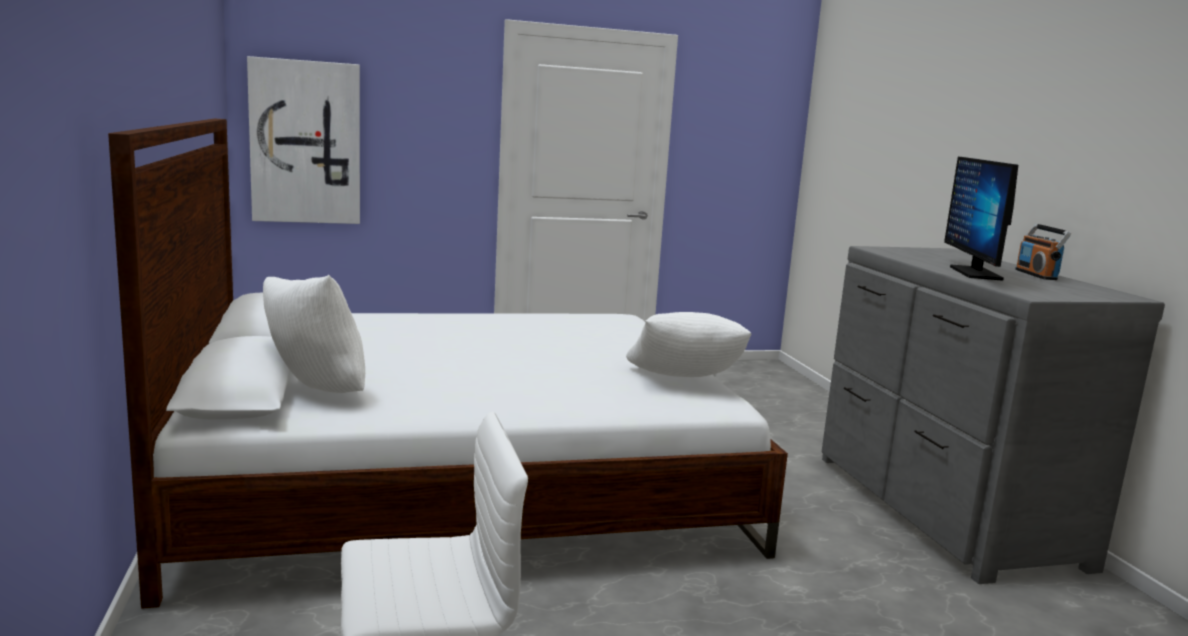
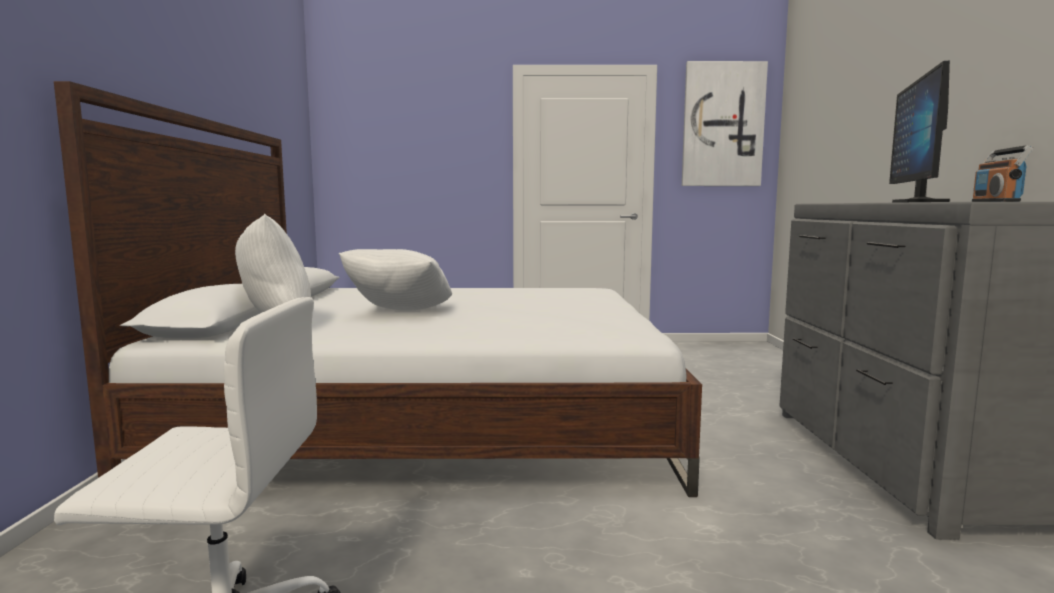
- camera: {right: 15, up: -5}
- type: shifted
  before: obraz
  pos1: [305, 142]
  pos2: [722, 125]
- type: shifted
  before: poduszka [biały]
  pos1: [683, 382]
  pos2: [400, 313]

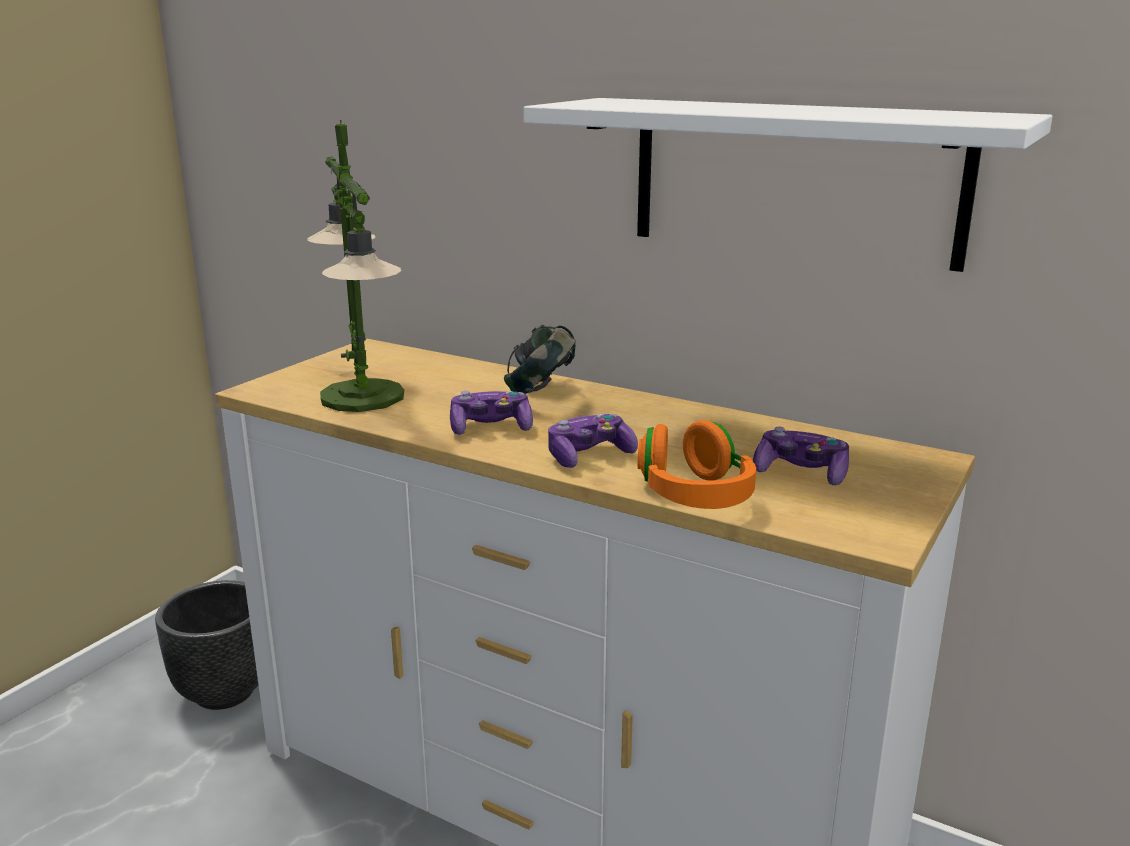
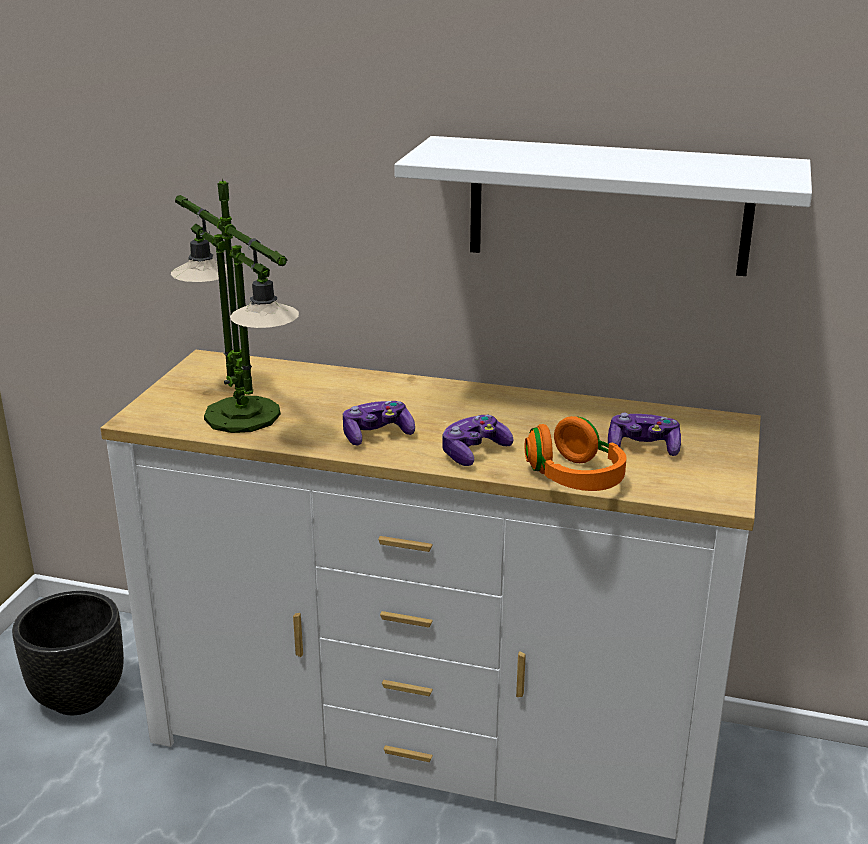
- camera: {right: -15, up: 5}
- type: gone
  before: słuchawki
  pos1: [541, 393]

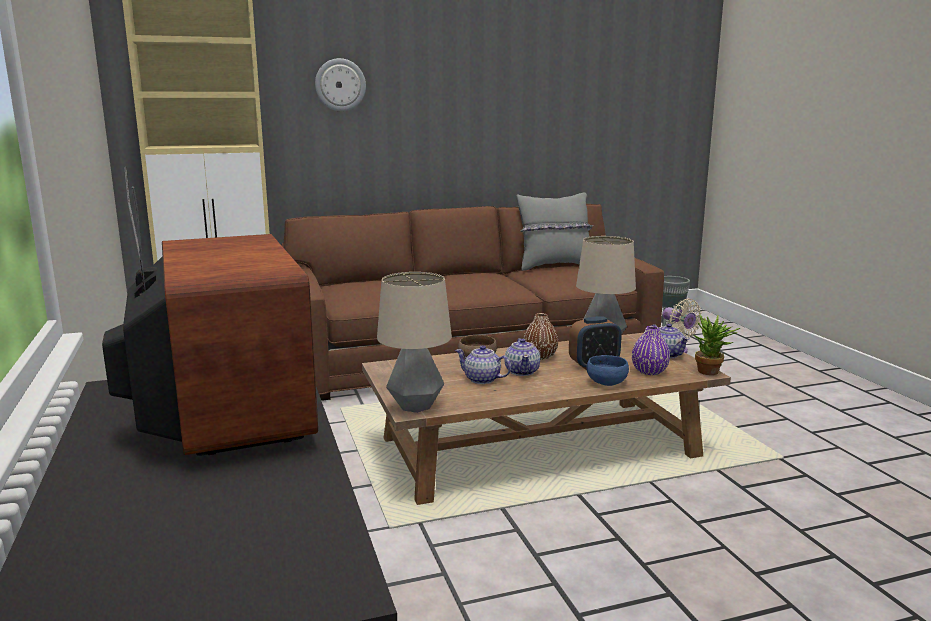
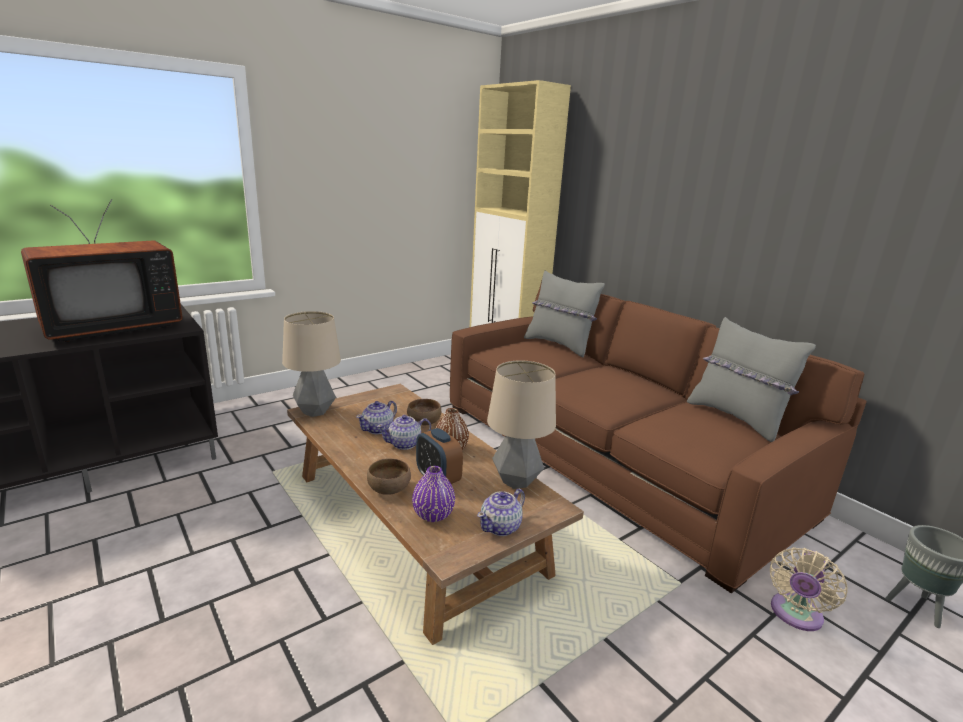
- camera: {right: 70, up: 5}
- type: gone
  before: zegar ścienny
  pos1: [340, 85]
- type: gone
  before: roślina doniczkowa
  pos1: [711, 373]
- type: new
  after: poduszka [szary]
  pos2: [559, 345]
- type: repainted
  before: miska [niebieski]
  after: miska [brązowy]
  pos1: [605, 383]
  pos2: [389, 488]
- type: rotated
  before: imbryk
  pos1: [482, 379]
  pos2: [378, 429]
  turn: -150

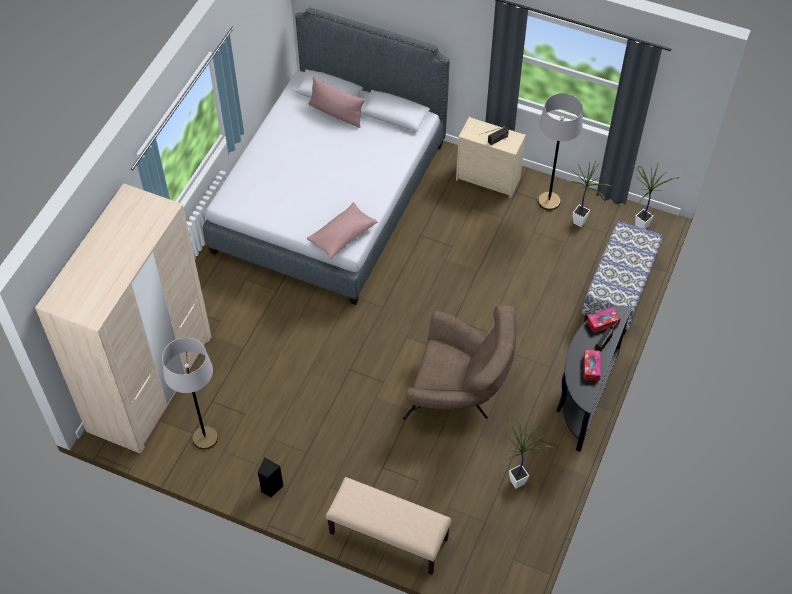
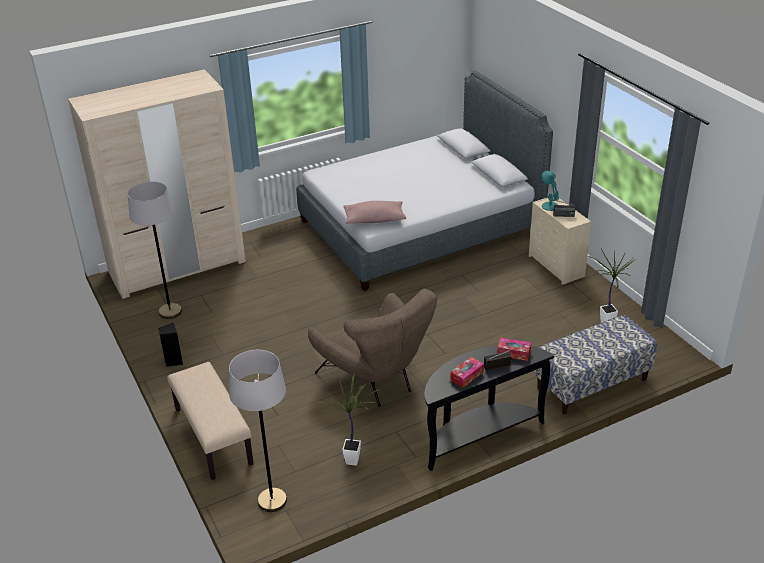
- camera: {right: 40, up: -20}
- type: gone
  before: poduszka [różowy]
  pos1: [336, 113]
- type: gone
  before: roślina doniczkowa
  pos1: [640, 224]
- type: new
  after: lampa stołowa [turkusowy]
  pos2: [549, 206]
- type: shifted
  before: lampa stojąca [szary]
  pos1: [548, 201]
  pos2: [272, 501]

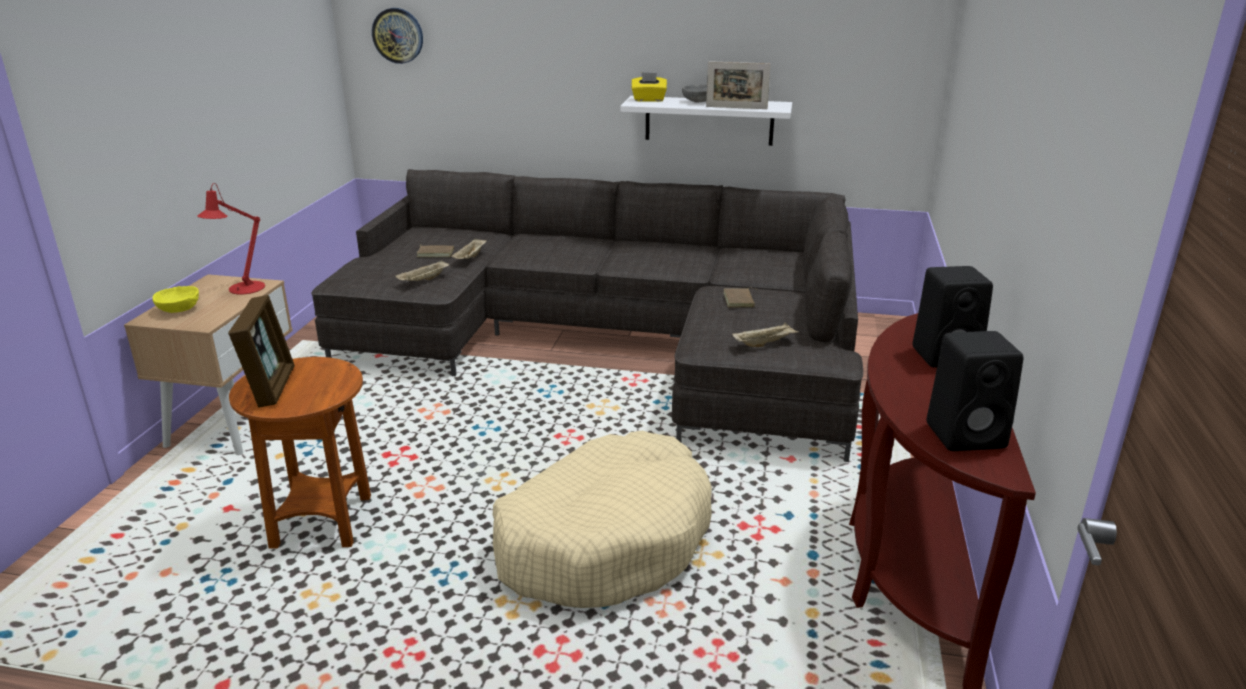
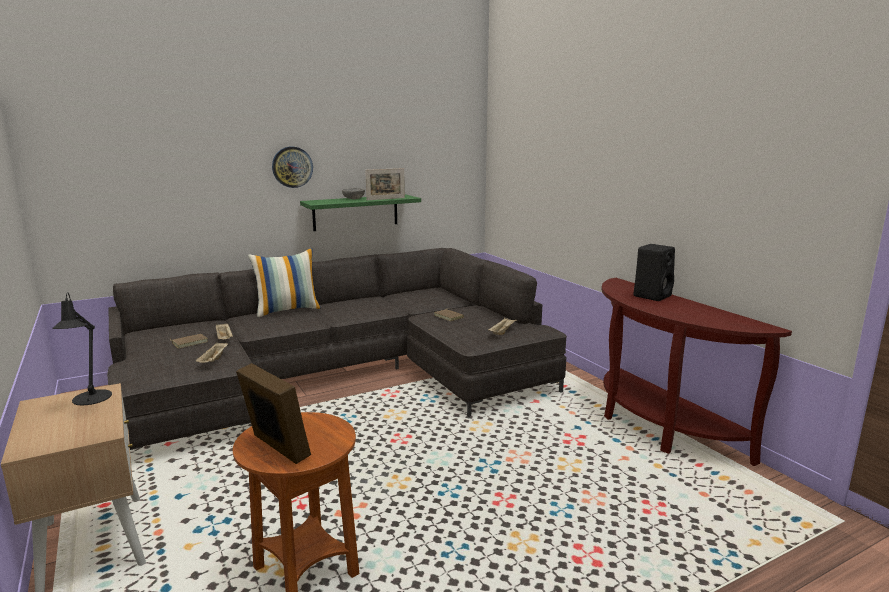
- camera: {right: -40, up: -10}
- type: gone
  before: miska [żółty]
  pos1: [179, 309]
- type: gone
  before: legowisko [beżowy]
  pos1: [604, 540]
- type: gone
  before: pudełko chusteczek [żółty]
  pos1: [649, 100]
- type: gone
  before: głośnik [czarny]
  pos1: [967, 435]
- type: new
  after: poduszka
  pos2: [287, 310]
- type: shifted
  before: zegar ścienny
  pos1: [398, 35]
  pos2: [292, 167]
- type: repainted
  before: lampa stołowa [czerwony]
  after: lampa stołowa [czarny]
  pos1: [242, 289]
  pos2: [90, 400]
- type: repainted
  before: półka [biały]
  after: półka [zielony]
  pos1: [709, 120]
  pos2: [355, 212]

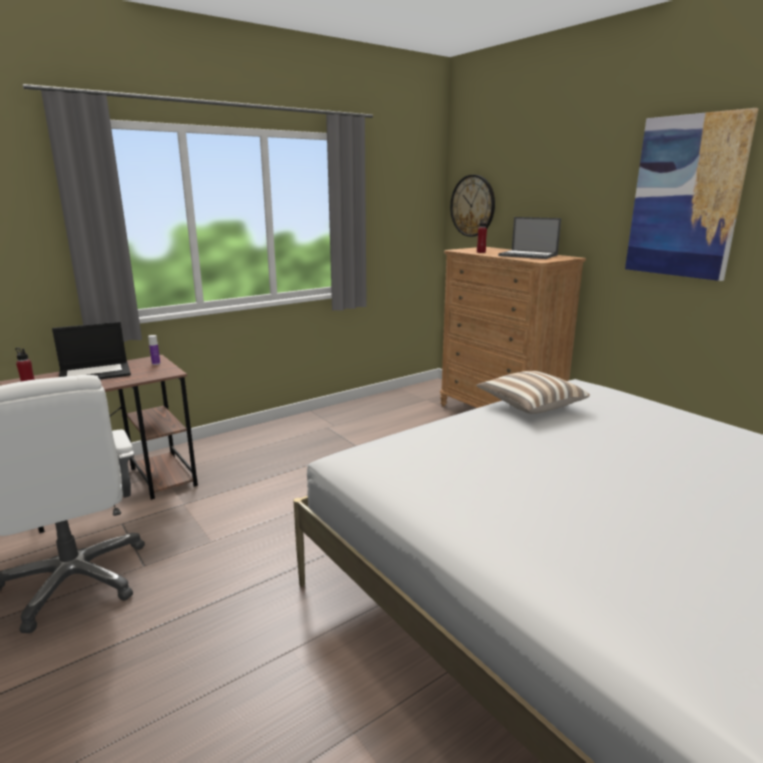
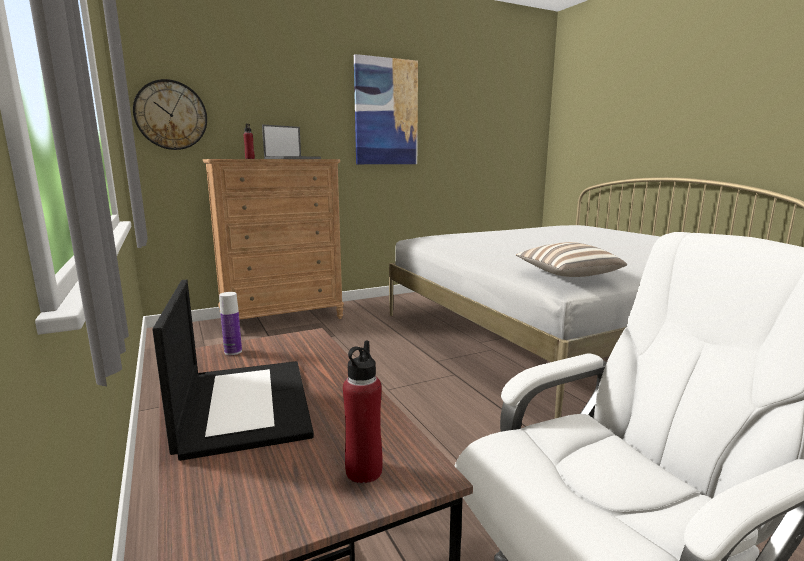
- camera: {right: -80, up: -5}
- type: shifted
  before: poduszka
  pos1: [529, 405]
  pos2: [567, 275]

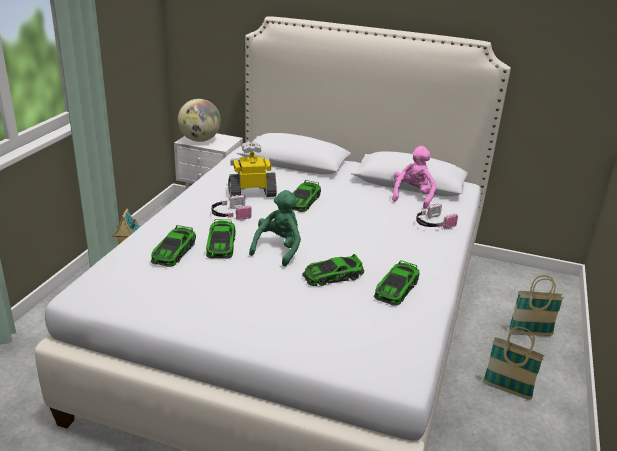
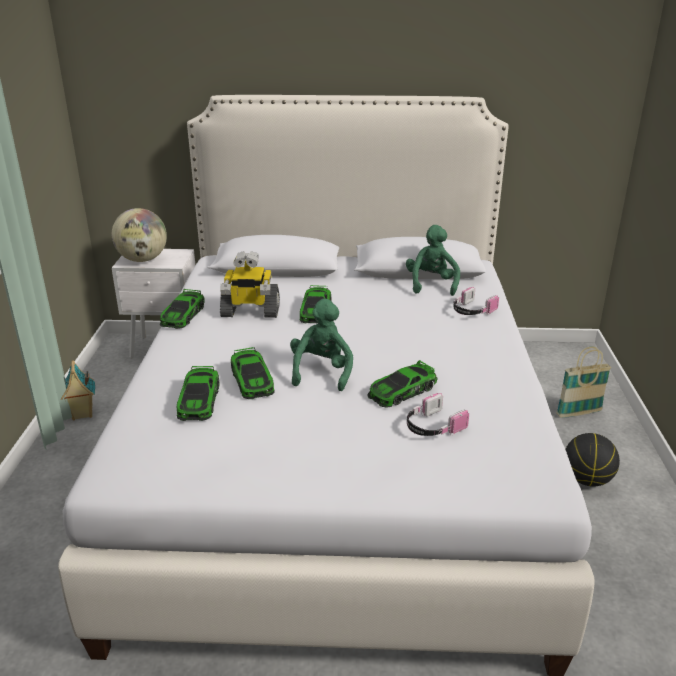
- camera: {right: -15, up: 0}
- type: shifted
  before: słuchawki
  pos1: [230, 214]
  pos2: [432, 427]
- type: shifted
  before: samochodzik
  pos1: [396, 288]
  pos2: [183, 315]
- type: swapped
  before: koszyk
  after: piłka do koszykówki
  pos1: [507, 390]
  pos2: [587, 480]
- type: repainted
  before: pluszak [różowy]
  after: pluszak [zielony]
  pos1: [412, 196]
  pos2: [431, 284]
- type: rotated
  before: robot zabawkowy
  pos1: [252, 193]
  pos2: [250, 312]
  turn: -150

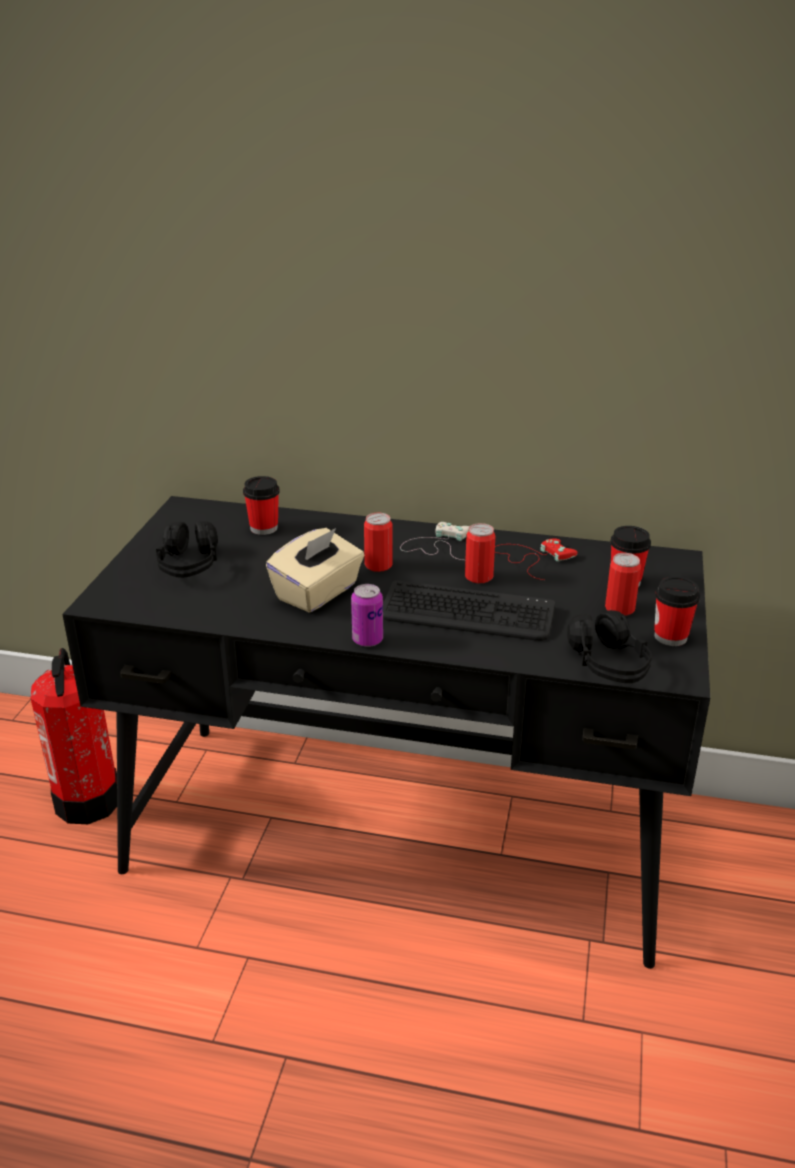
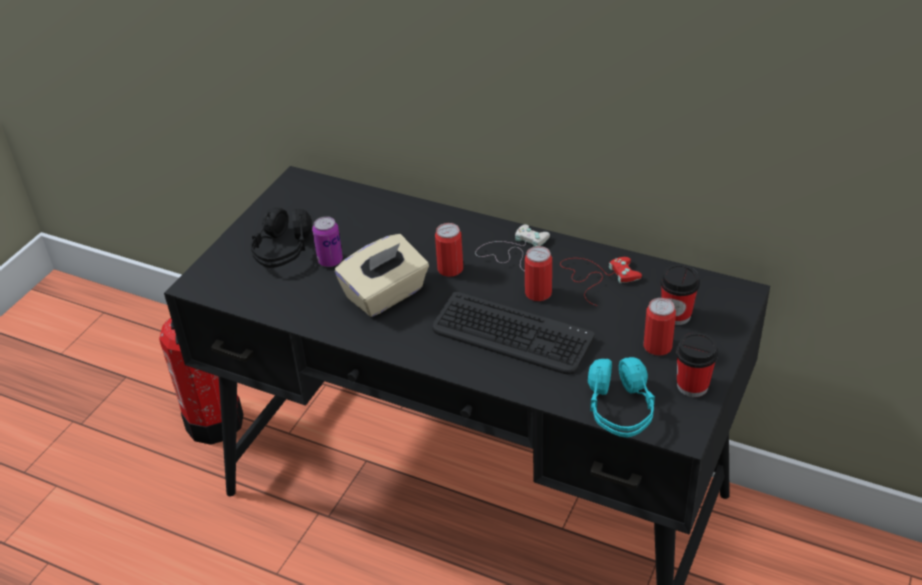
- camera: {right: 15, up: 10}
- type: gone
  before: filiżanka
  pos1: [264, 528]
- type: shifted
  before: puszka
  pos1: [367, 640]
  pos2: [330, 261]
- type: repainted
  before: słuchawki [czarny]
  after: słuchawki [turkusowy]
  pos1: [608, 664]
  pos2: [620, 410]

